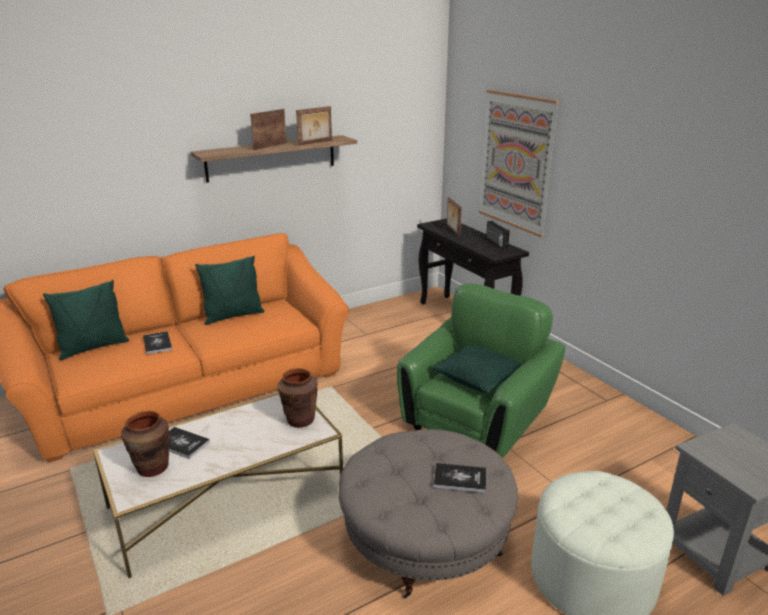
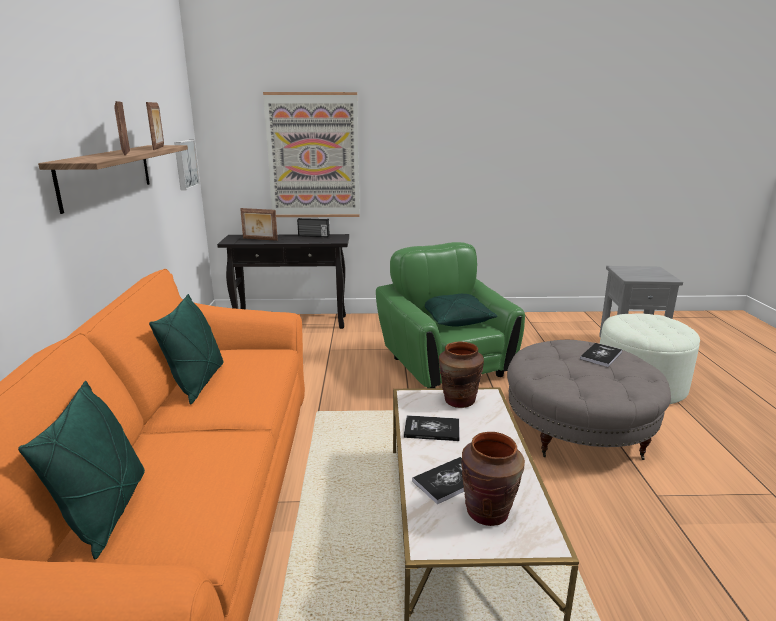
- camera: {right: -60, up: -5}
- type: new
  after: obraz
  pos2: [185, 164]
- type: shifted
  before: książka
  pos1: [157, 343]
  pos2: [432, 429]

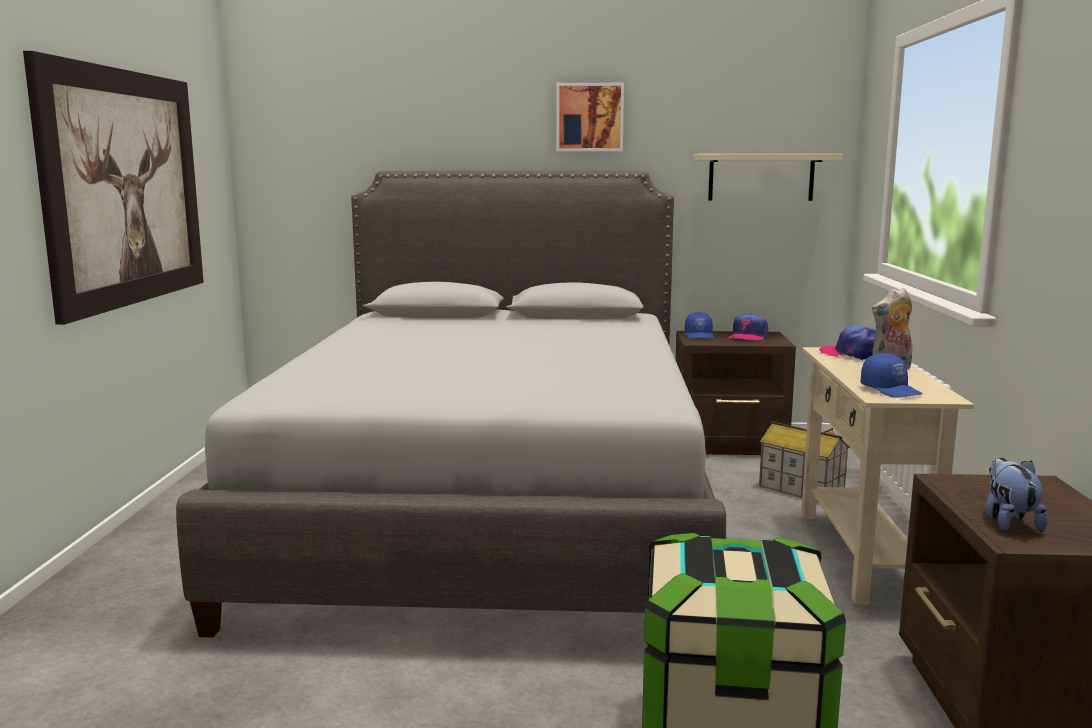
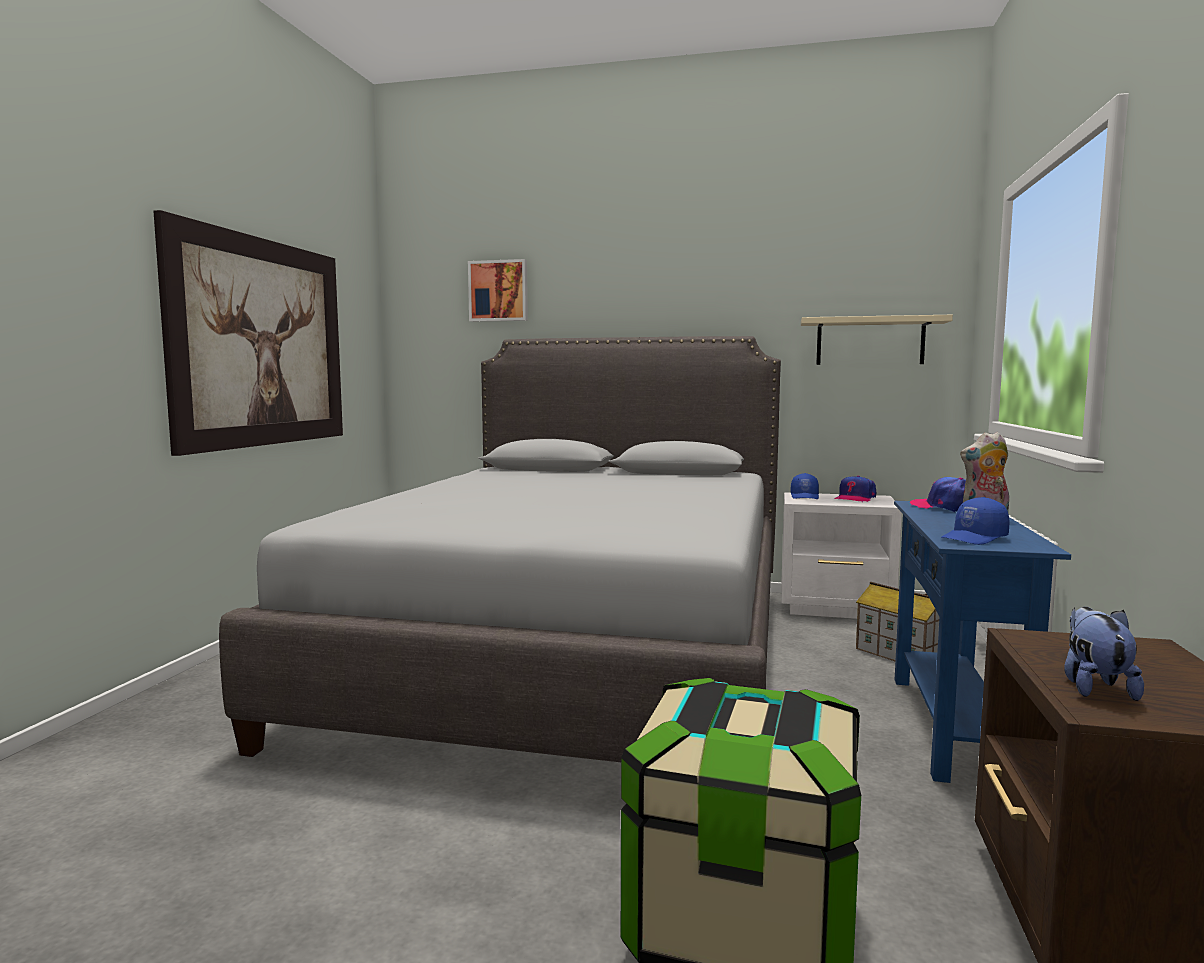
- camera: {right: 10, up: -5}
- type: shifted
  before: obraz
  pos1: [589, 117]
  pos2: [499, 291]
- type: repainted
  before: szafka nocna [brązowy]
  after: szafka nocna [biały]
  pos1: [730, 445]
  pos2: [837, 608]
- type: repainted
  before: stolik konsolowy [beżowy]
  after: stolik konsolowy [niebieski]
  pos1: [861, 555]
  pos2: [953, 727]
- type: rotated
  before: czapka z daszkiem [niebieski]
  pos1: [891, 390]
  pos2: [975, 538]
  turn: 75

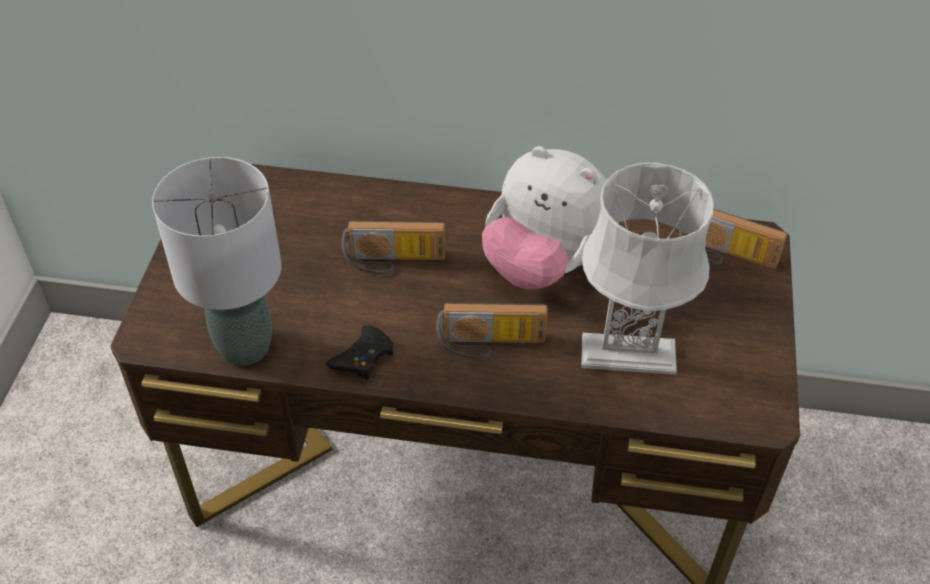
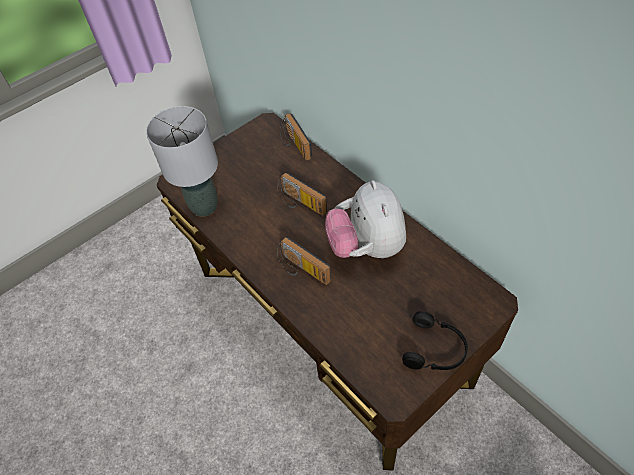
- camera: {right: 45, up: 5}
- type: gone
  before: pad do gier [czarny]
  pos1: [363, 357]
- type: gone
  before: lampa stołowa [szary]
  pos1: [627, 355]
- type: new
  after: słuchawki [czarny]
  pos2: [435, 349]
- type: shifted
  before: radio
  pos1: [725, 256]
  pos2: [293, 145]

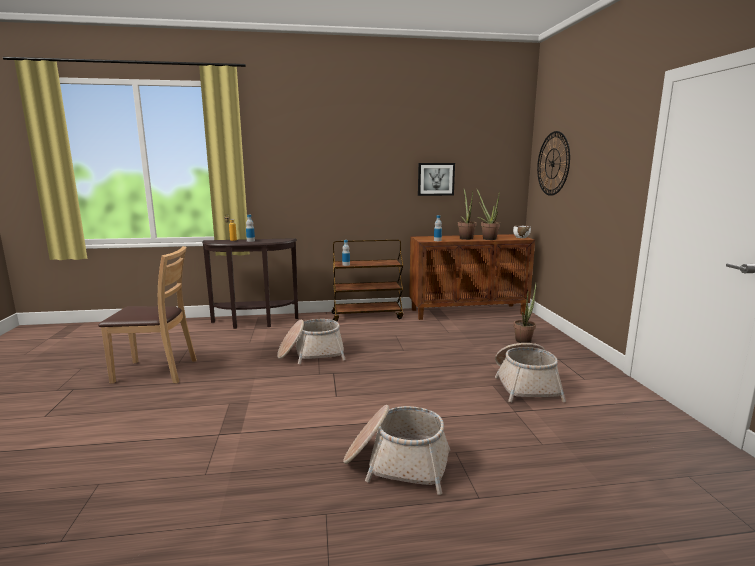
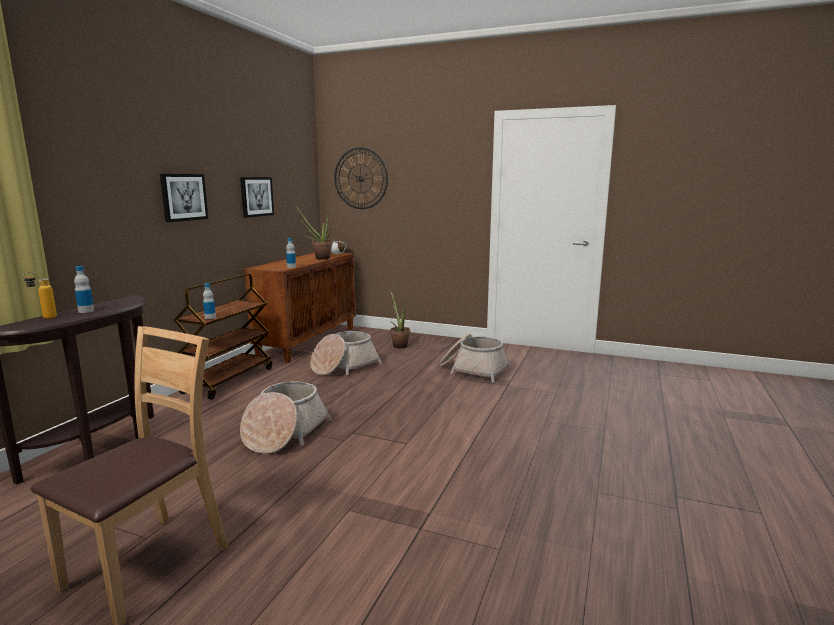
- camera: {right: -60, up: 0}
- type: gone
  before: roślina doniczkowa
  pos1: [465, 238]
- type: new
  after: obraz
  pos2: [183, 197]
- type: shifted
  before: koszyk
  pos1: [396, 463]
  pos2: [344, 366]

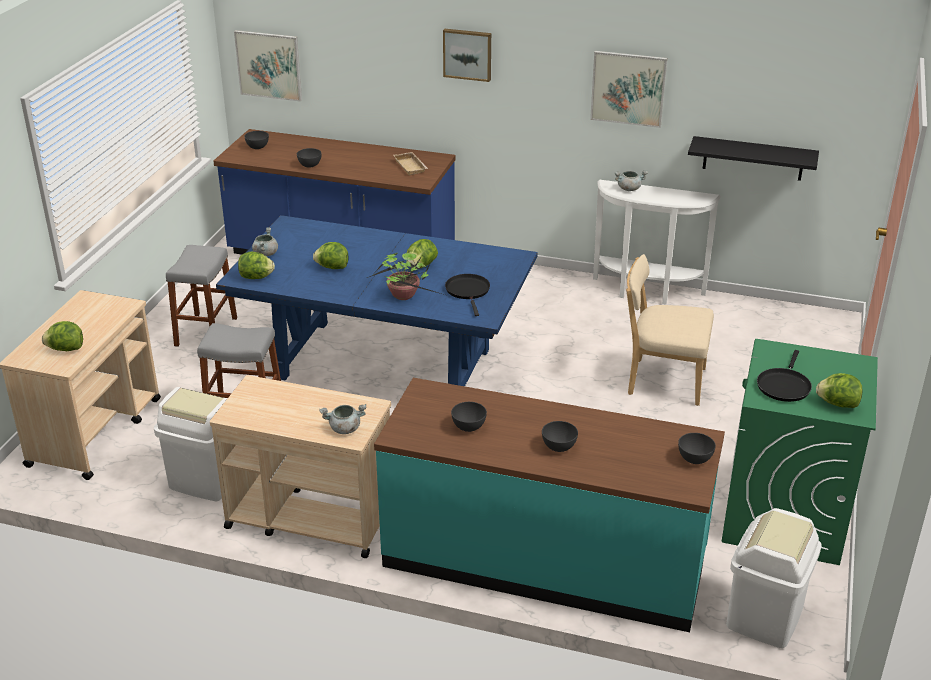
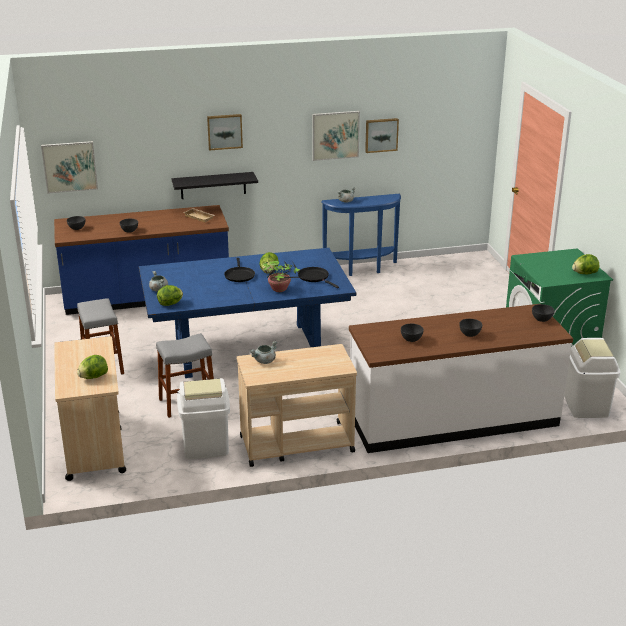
- camera: {right: -30, up: -5}
- type: gone
  before: sałata
  pos1: [332, 267]
- type: gone
  before: krzesło [beżowy]
  pos1: [662, 381]
- type: new
  after: obraz
  pos2: [381, 135]
- type: shifted
  before: garnek [szary]
  pos1: [344, 429]
  pos2: [264, 361]
- type: shifted
  before: półka [czarny]
  pos1: [753, 158]
  pos2: [213, 185]
- type: shifted
  before: patelnia [czarny]
  pos1: [784, 385]
  pos2: [239, 275]
- type: repainted
  before: zabudowa kuchenna [turkusowy]
  after: zabudowa kuchenna [biały]
  pos1: [544, 560]
  pos2: [452, 419]
- type: repainted
  before: stolik konsolowy [biały]
  after: stolik konsolowy [niebieski]
  pos1: [646, 292]
  pos2: [362, 269]

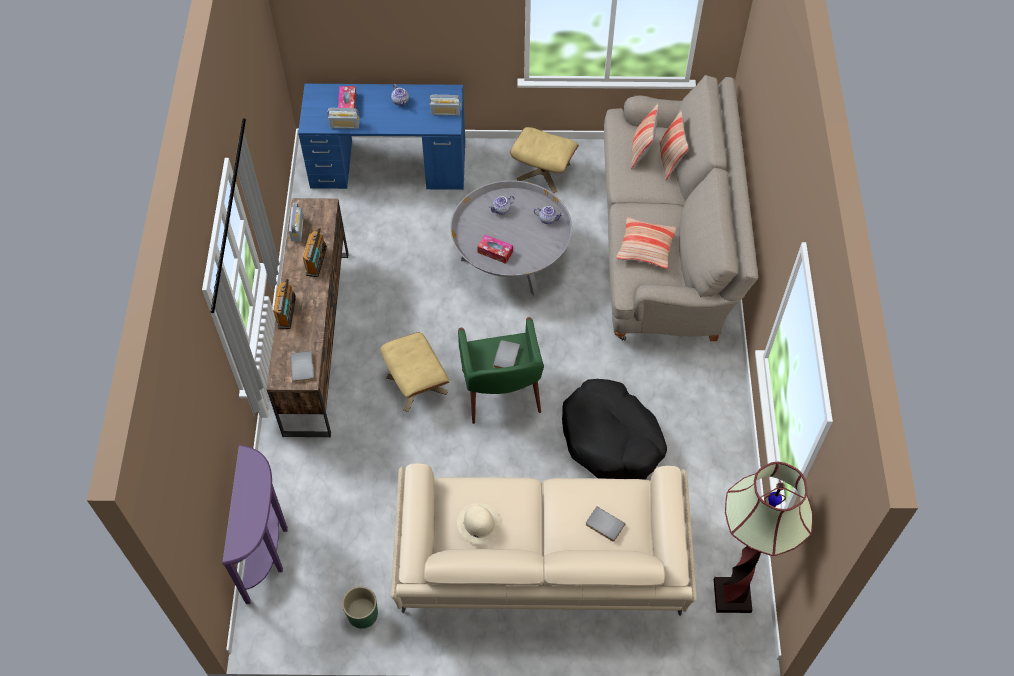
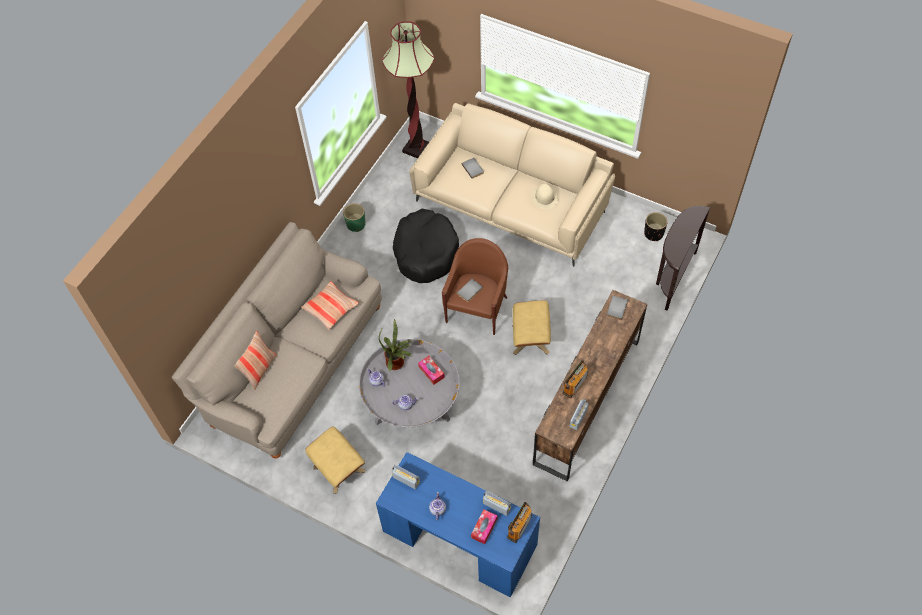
- camera: {right: -150, up: 0}
- type: gone
  before: poduszka
  pos1: [641, 151]
- type: new
  after: roślina doniczkowa
  pos2: [397, 363]
- type: new
  after: donica [czarny]
  pos2: [653, 234]
- type: shifted
  before: radio
  pos1: [287, 312]
  pos2: [519, 526]
- type: shifted
  before: donica [zielony]
  pos1: [362, 614]
  pos2: [356, 224]
- type: repainted
  before: stolik konsolowy [fioletowy]
  after: stolik konsolowy [brązowy]
  pos1: [268, 548]
  pos2: [672, 277]
- type: repainted
  before: fotel [zielony]
  after: fotel [brązowy]
  pos1: [501, 393]
  pos2: [477, 309]

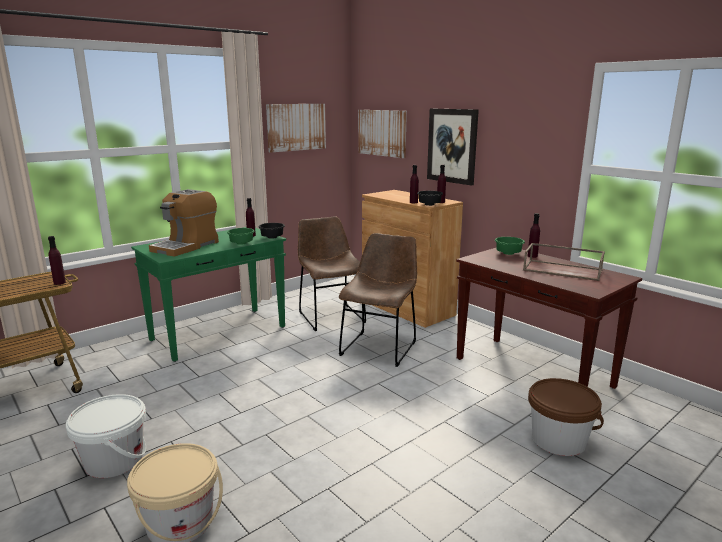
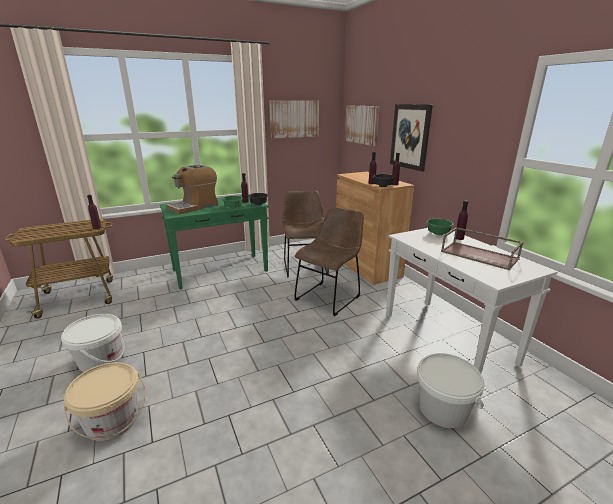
- camera: {right: 15, up: 5}
- type: repainted
  before: stolik konsolowy [brązowy]
  after: stolik konsolowy [biały]
  pos1: [534, 373]
  pos2: [448, 339]
- type: repainted
  before: wiadro [brązowy]
  after: wiadro [biały]
  pos1: [558, 440]
  pos2: [443, 409]

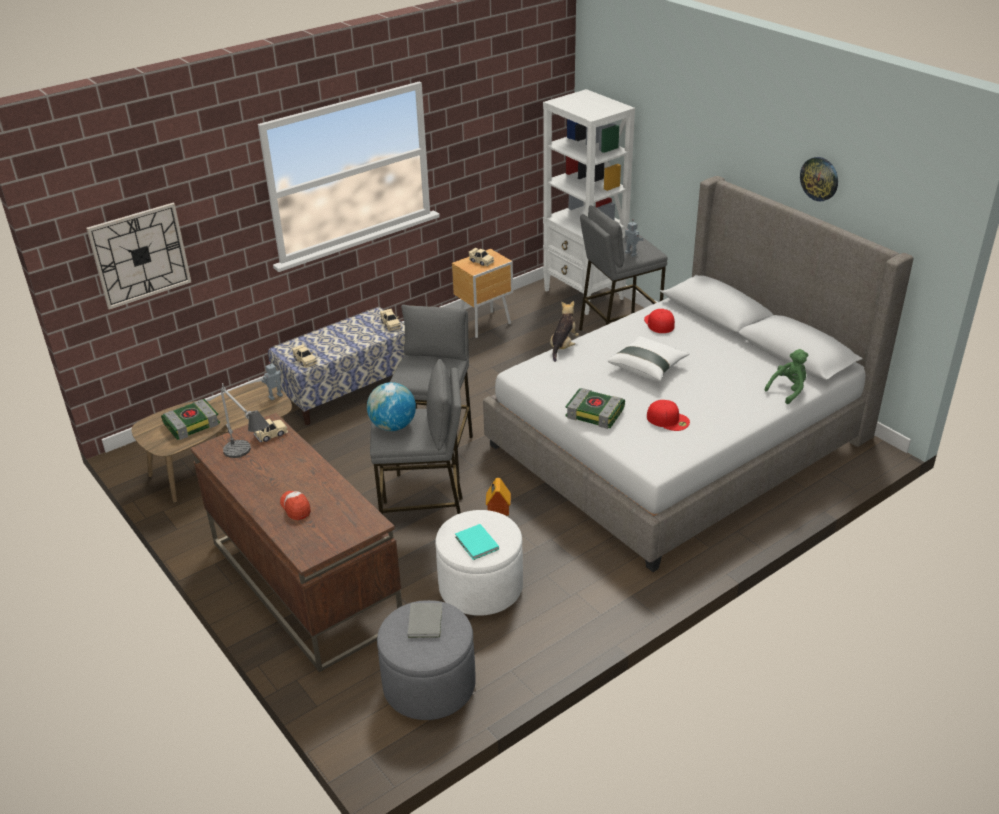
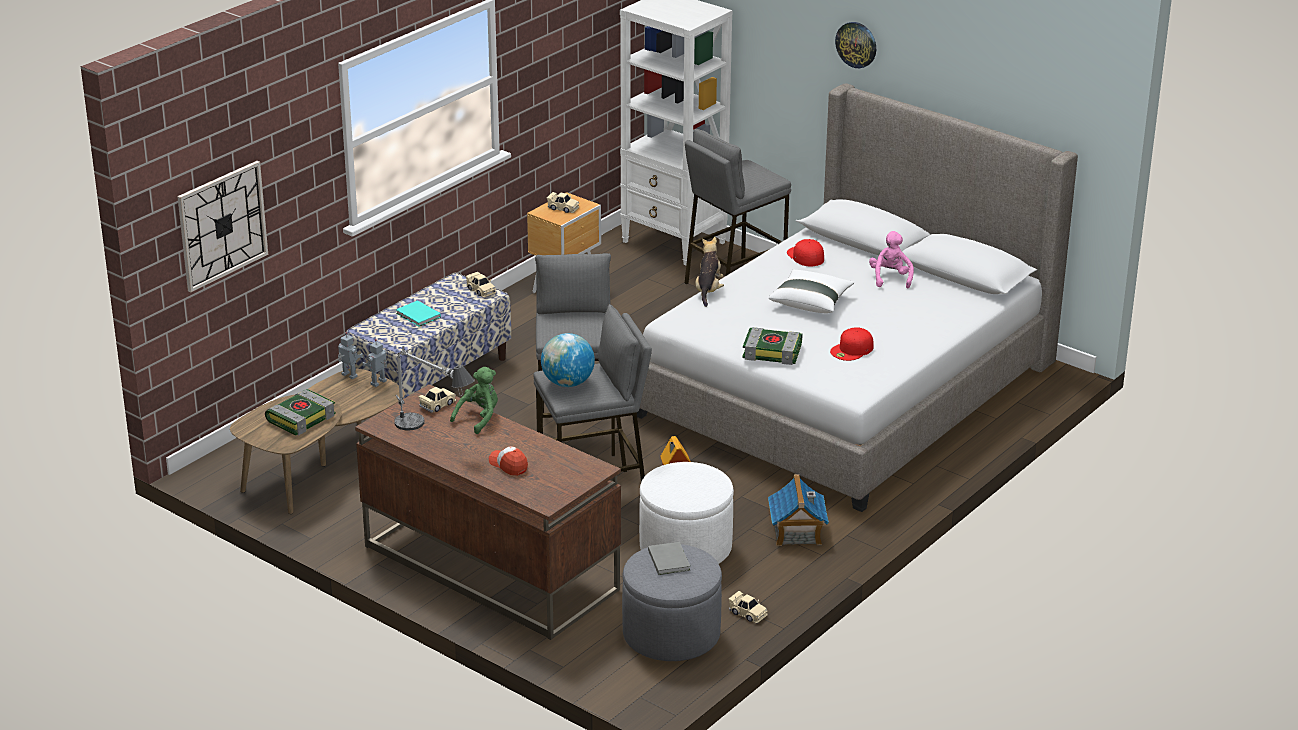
- camera: {right: -15, up: -5}
- type: new
  after: domek
  pos2: [796, 533]
- type: new
  after: pluszak [różowy]
  pos2: [890, 278]
- type: shifted
  before: samochodzik [beżowy]
  pos1: [305, 361]
  pos2: [748, 613]
- type: shifted
  before: książka [turkusowy]
  pos1: [476, 544]
  pos2: [418, 316]
- type: shifted
  before: robot zabawkowy
  pos1: [630, 254]
  pos2: [348, 376]
- type: shifted
  before: pluszak [zielony]
  pos1: [788, 390]
  pos2: [479, 418]
- type: shifted
  before: zegar ścienny
  pos1: [819, 178]
  pos2: [856, 44]
- type: rotated
  before: czapka z daszkiem [czerwony]
  pos1: [668, 419]
  pos2: [852, 350]
  turn: 120

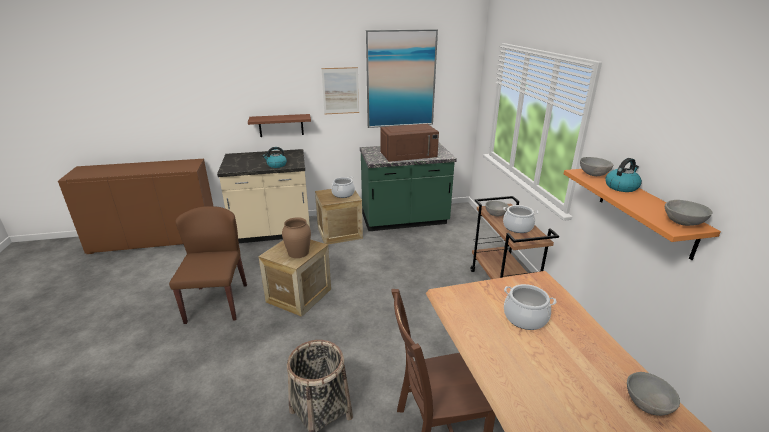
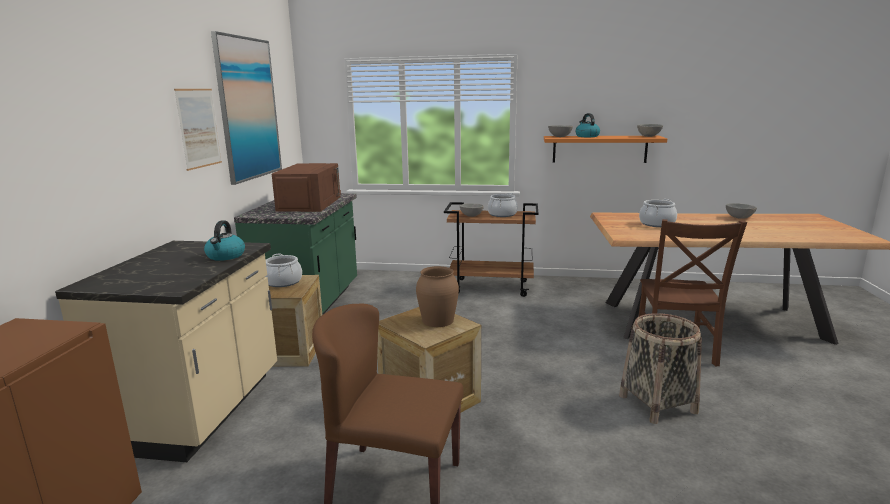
- camera: {right: -70, up: -10}
- type: gone
  before: półka [brązowy]
  pos1: [281, 125]

